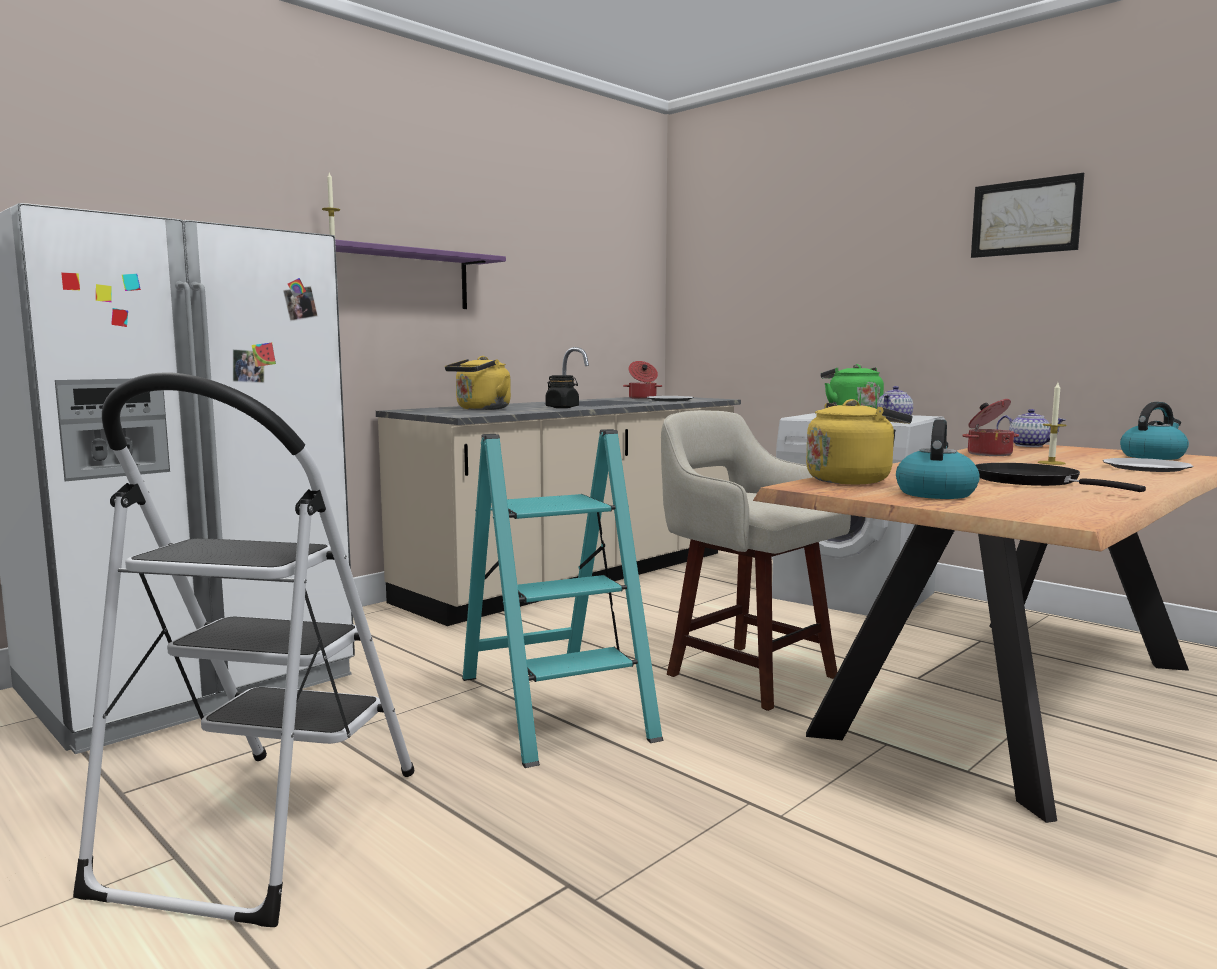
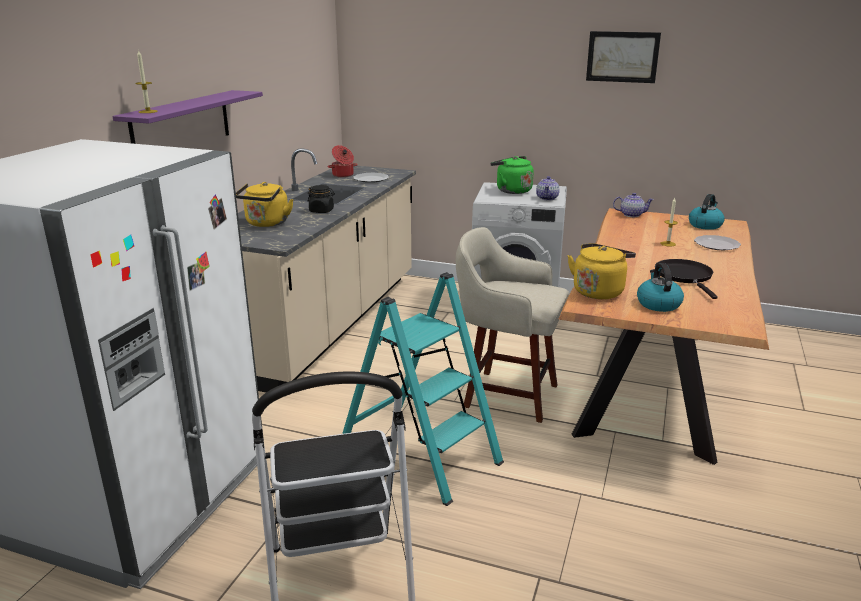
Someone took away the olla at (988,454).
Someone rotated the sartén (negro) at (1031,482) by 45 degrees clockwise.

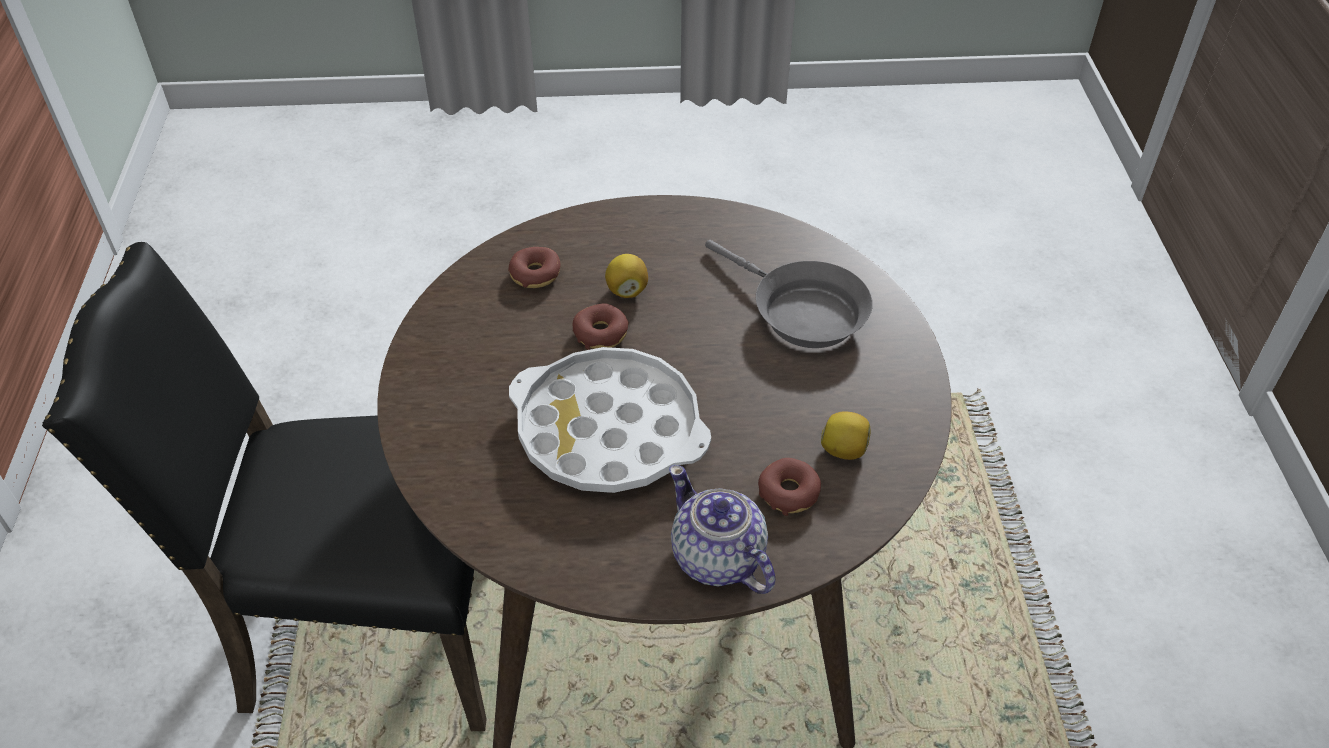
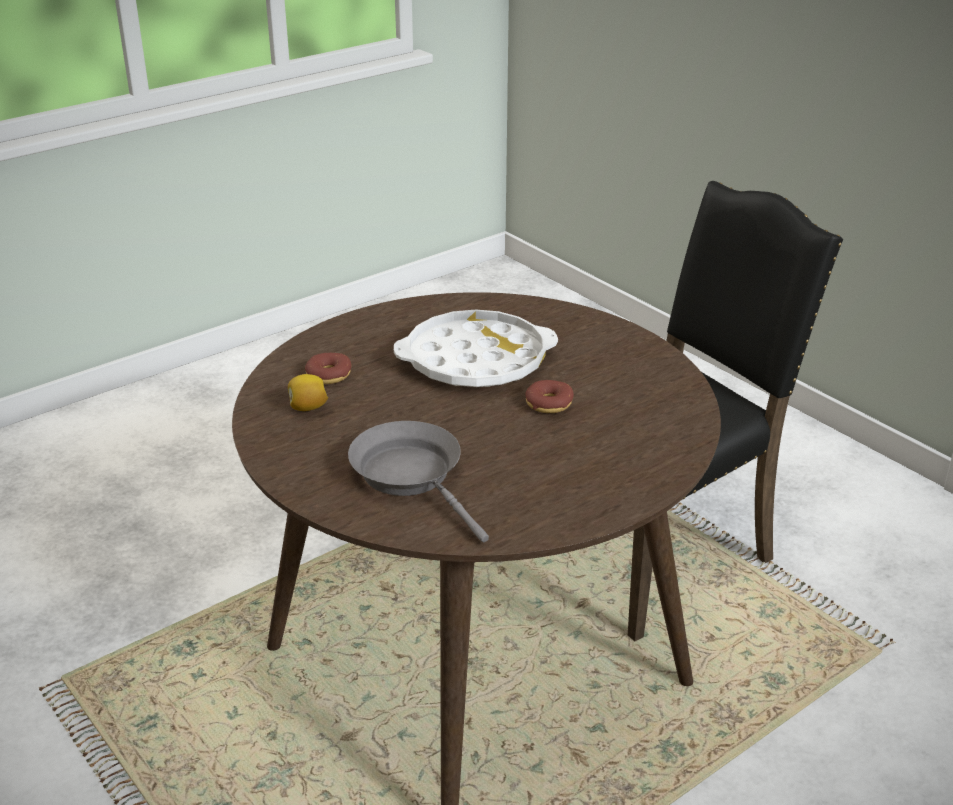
Someone rotated the sartén (gris) at (801,312) by 45 degrees clockwise.
Someone took away the rosquilla at (535,274).
Someone took away the limón at (627,290).
Someone took away the tetera at (717,559).

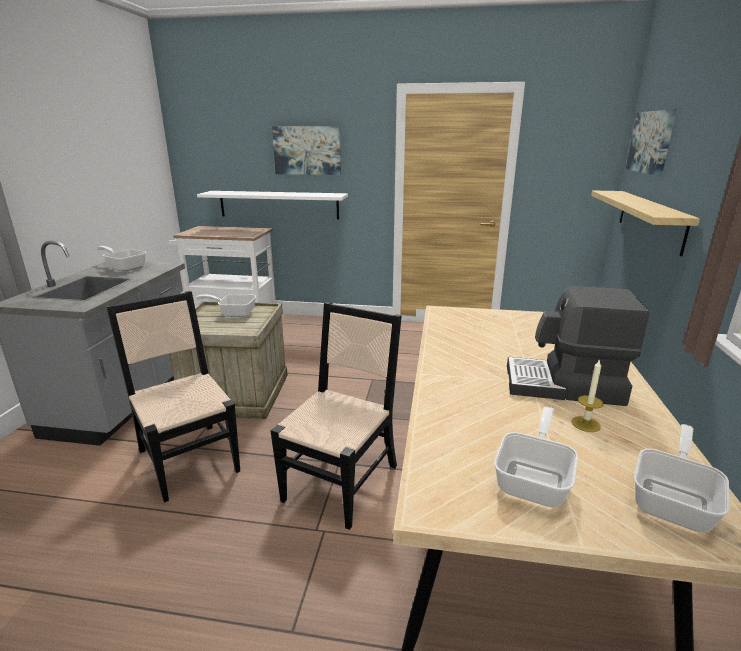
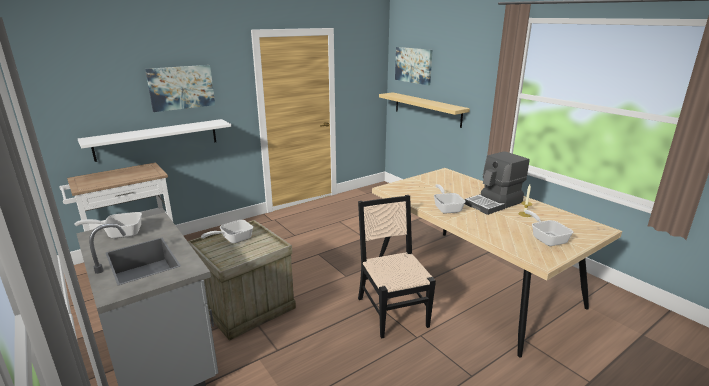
Someone took away the silla at (189,460).
Someone carried the sartén from (674,500) to (447,208).

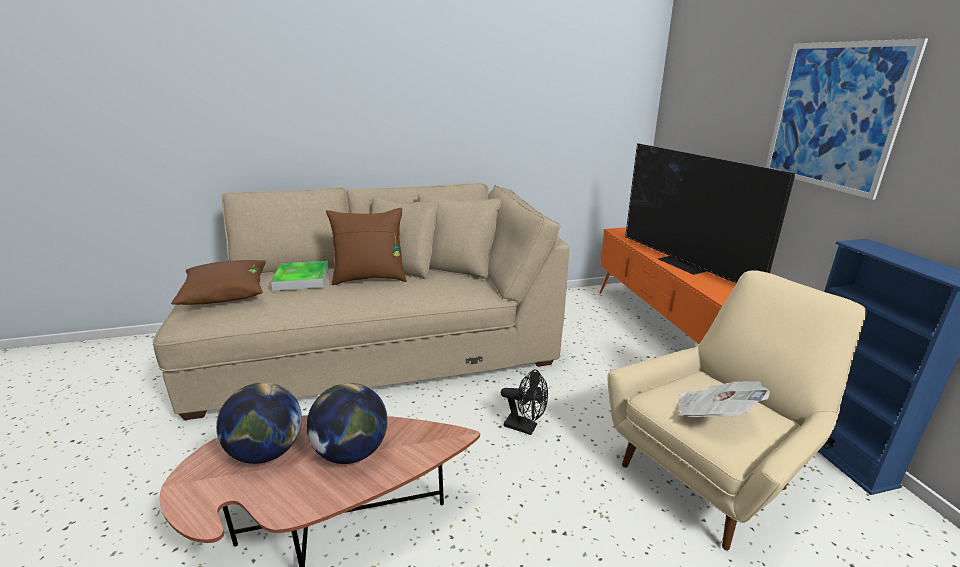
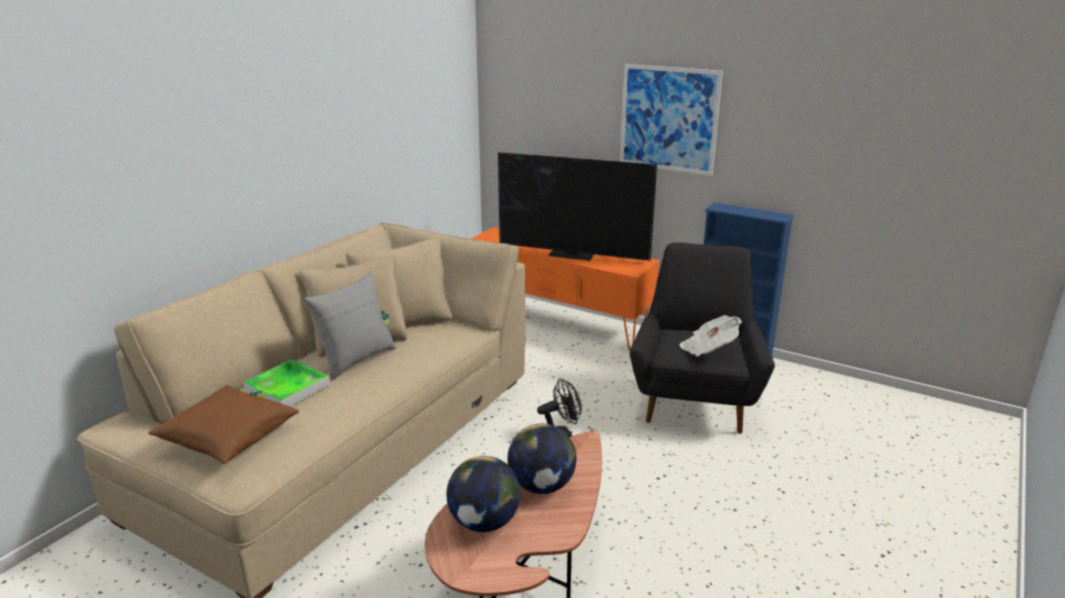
Someone repainted the cojín (marrón) at (370,279), which became the cojín (gris) at (356,360).
Someone repainted the sillón (beis) at (711,475), which became the sillón (negro) at (694,400).

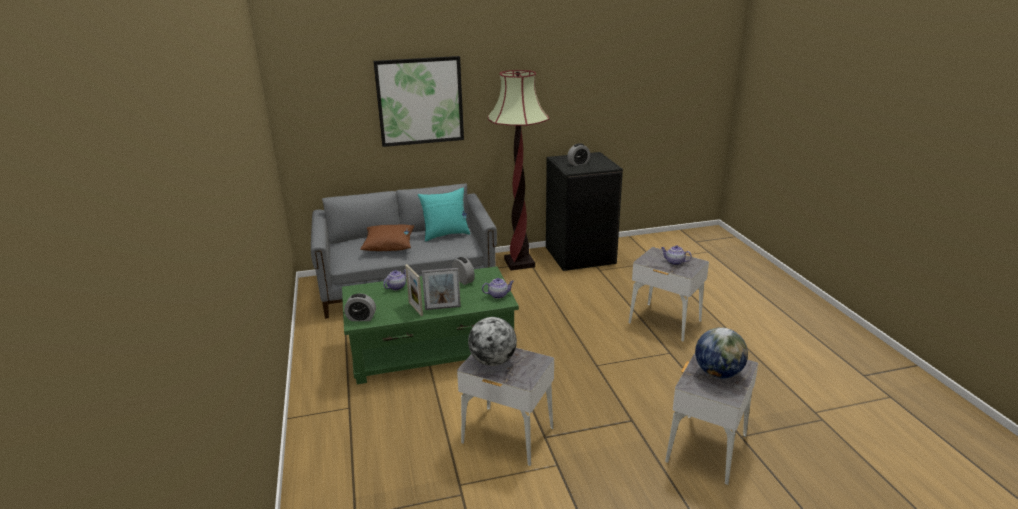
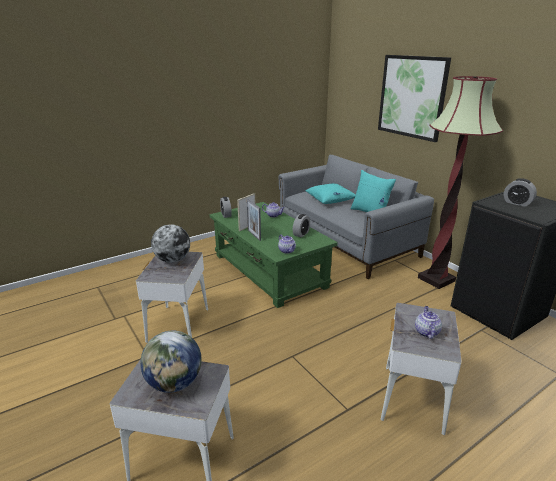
Someone repainted the cojín (marrón) at (389,246), which became the cojín (turquesa) at (330,200).

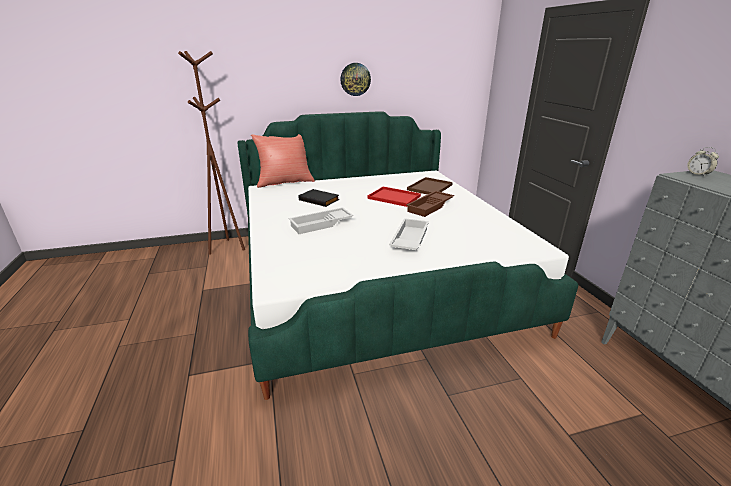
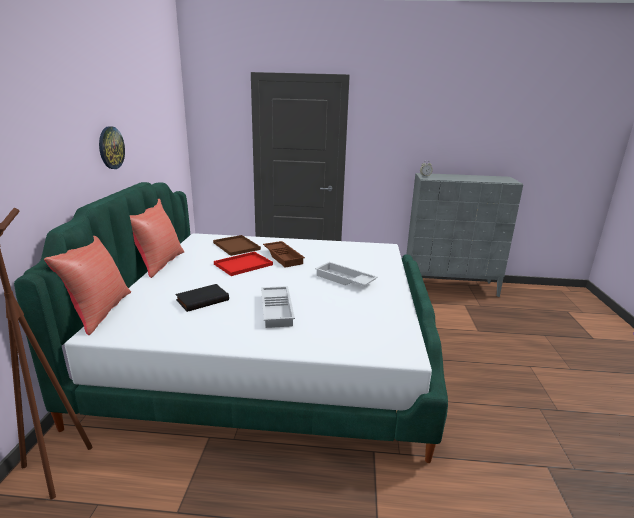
Someone put down the cojín (rojo) at (159,263).

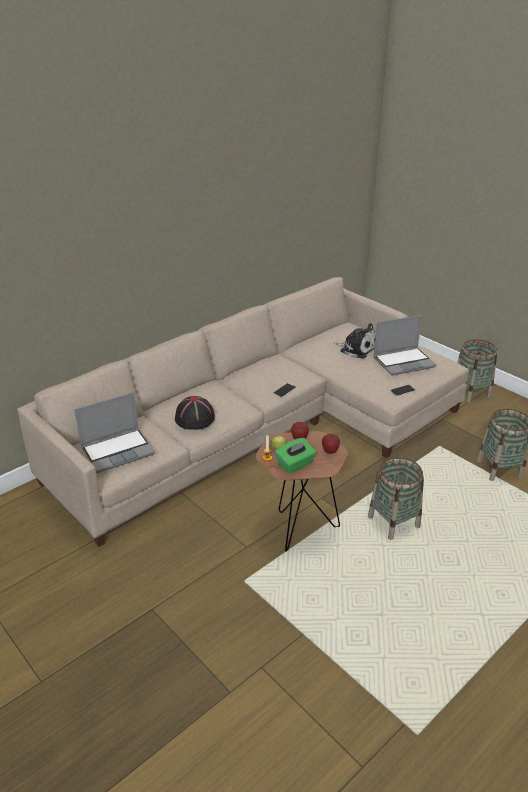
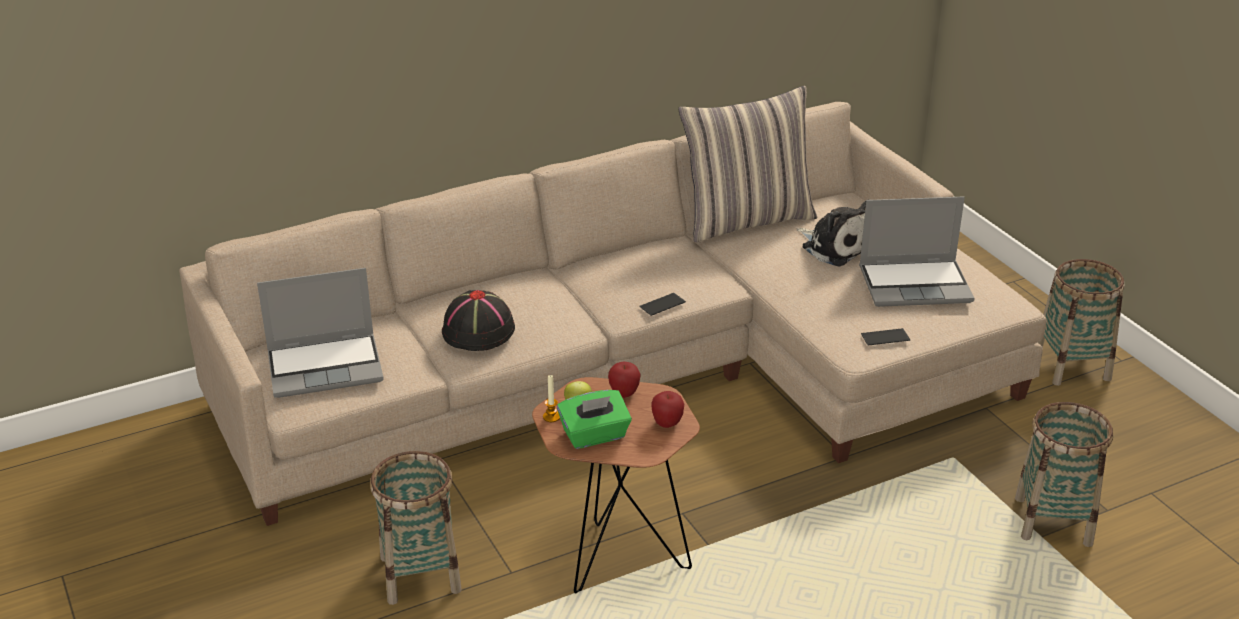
Someone carried the cesta from (393,522) to (420,574).
Someone put down the cojín at (747,219).

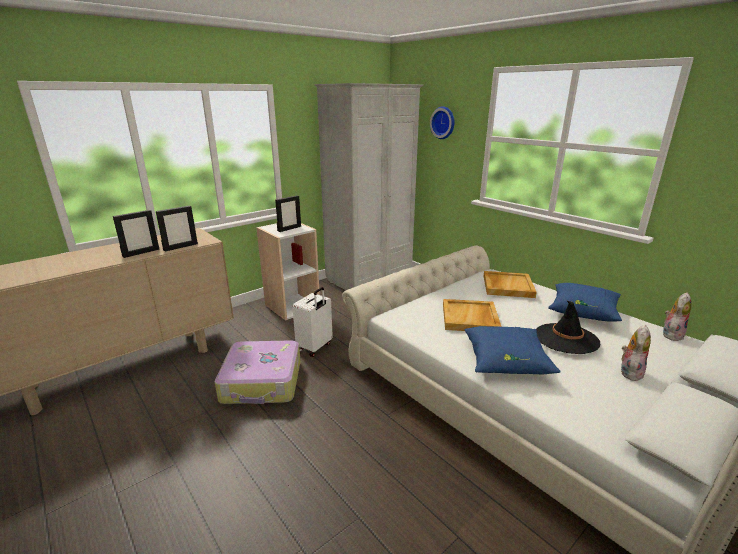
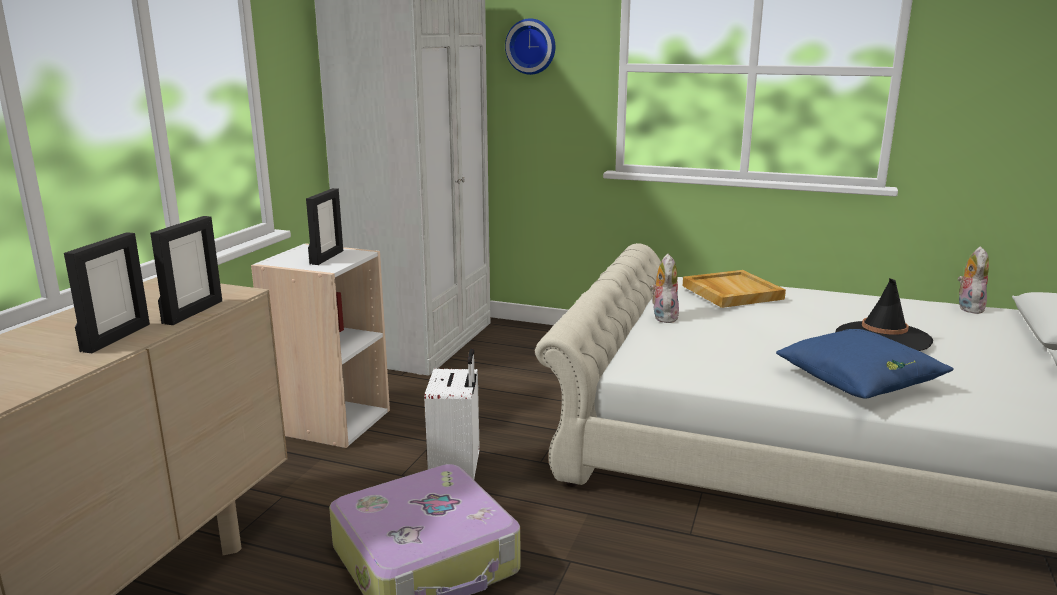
Someone took away the cojín (azul) at (582,312).
Someone took away the bandeja (beis) at (470,318).
Someone carried the peluche from (629,372) to (663,317).

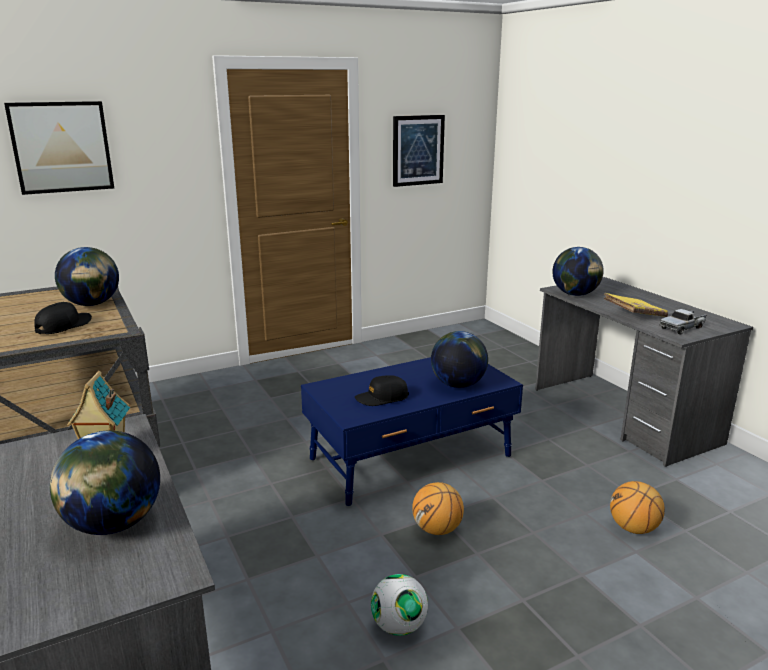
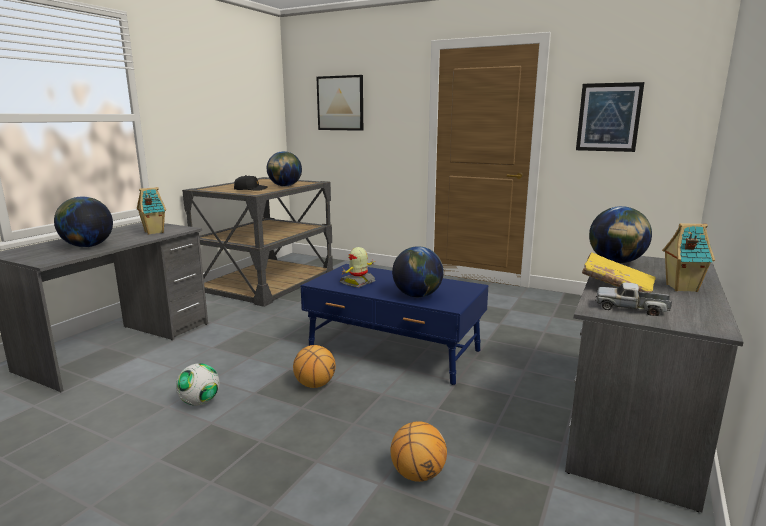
Someone swapped the gorra (negro) at (382,398) for the robot de juguete at (358,282).
Someone put down the casita at (680,288).

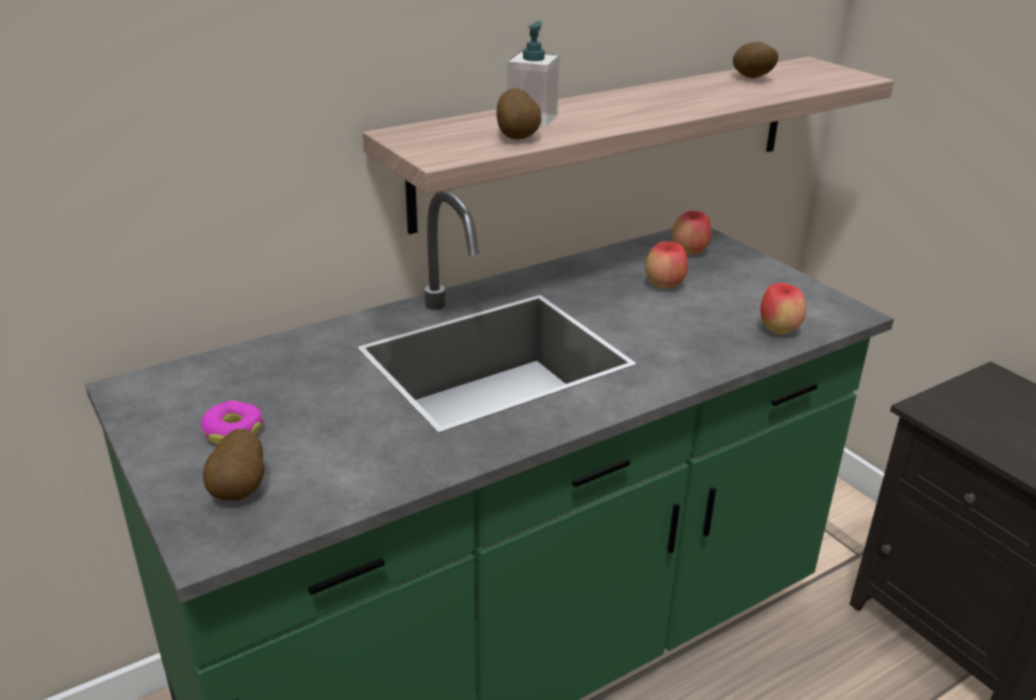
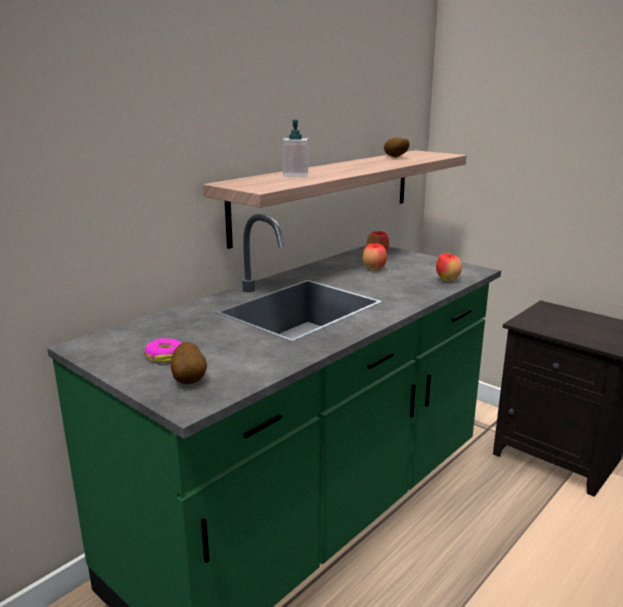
Someone took away the patata at (518,137).

